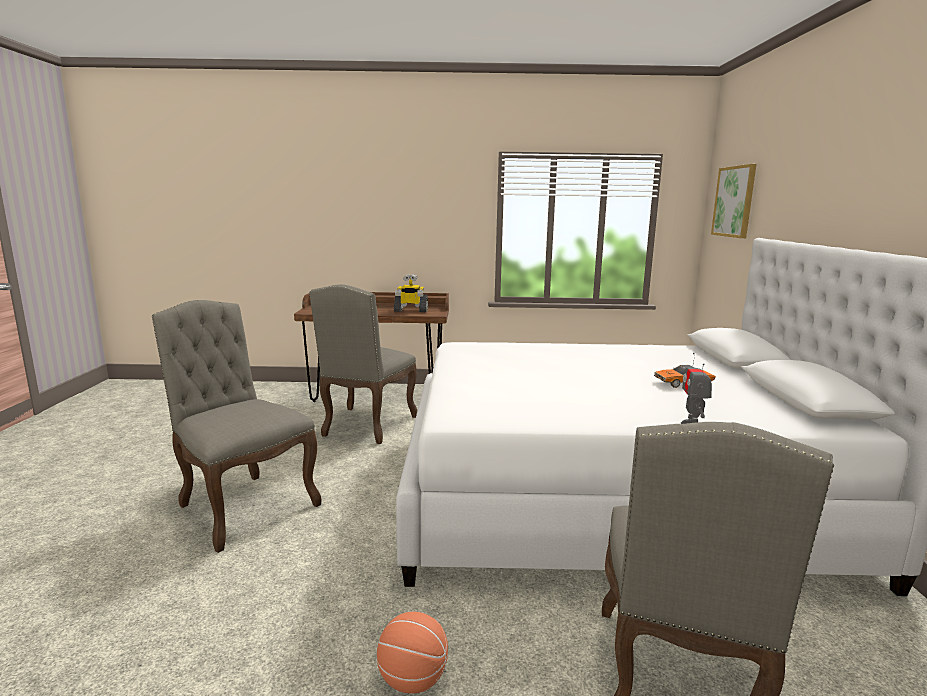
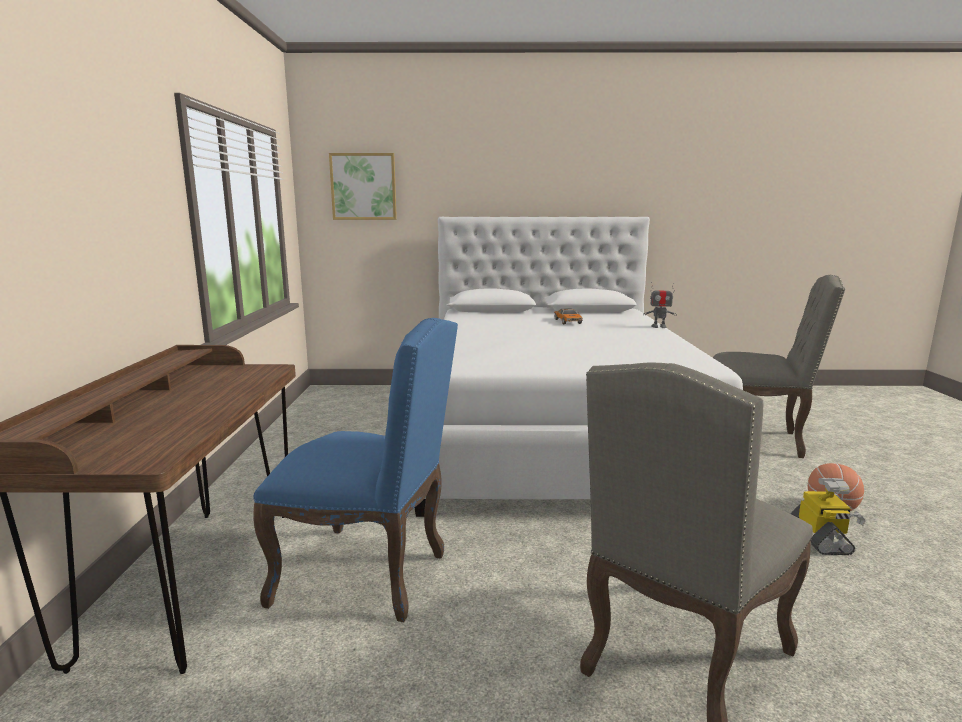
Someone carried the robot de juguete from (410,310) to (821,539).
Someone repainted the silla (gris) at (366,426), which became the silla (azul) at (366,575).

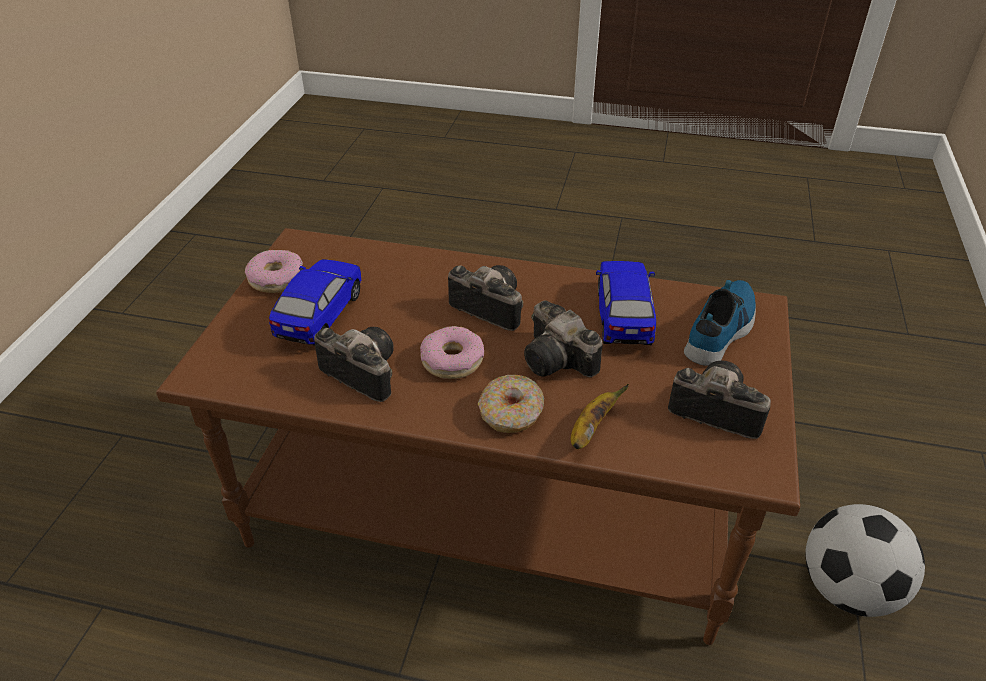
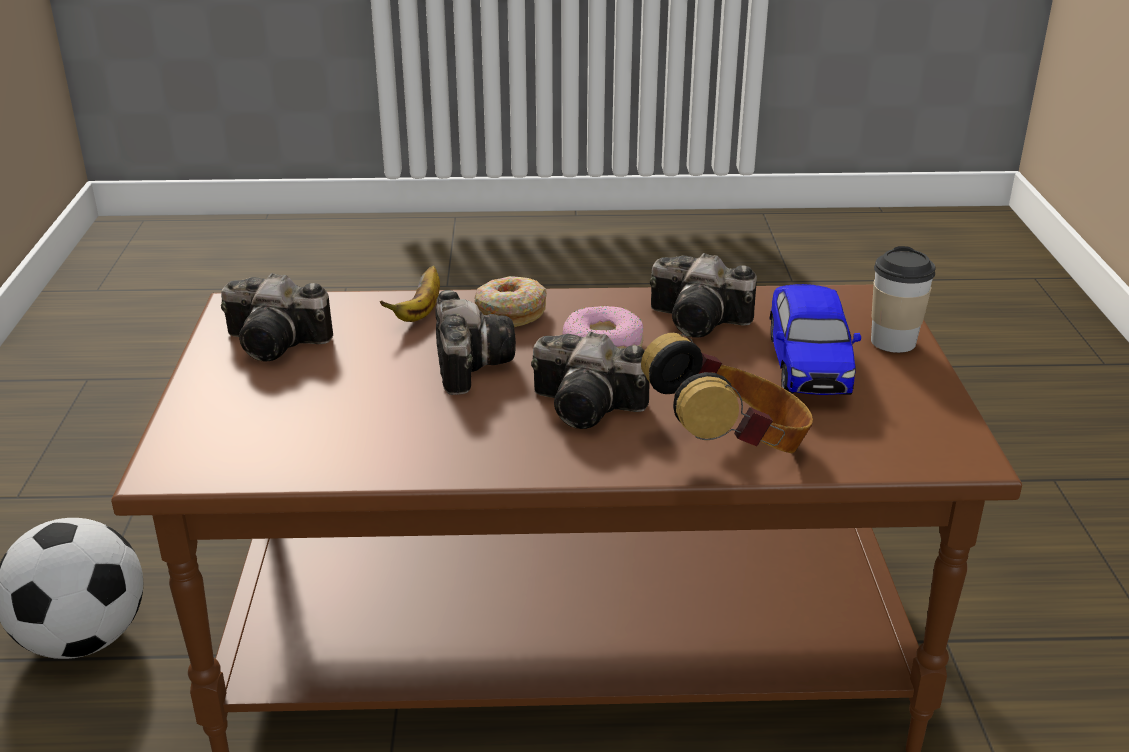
Someone took away the rosquilla at (276,279).
Someone took away the coche de juguete at (623,316).
Someone took away the zapato at (722,329).
Someone rotated the cámara at (560,361) by 45 degrees clockwise.
Someone put down the taza at (893,342).
Someone put down the auriculares at (730,448).

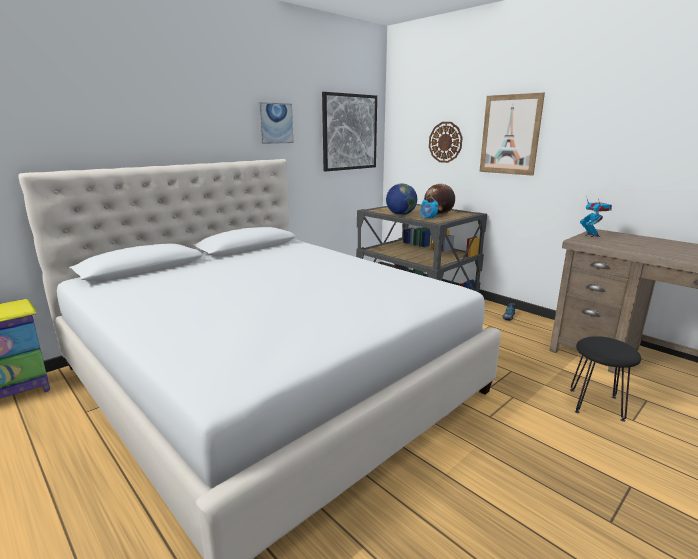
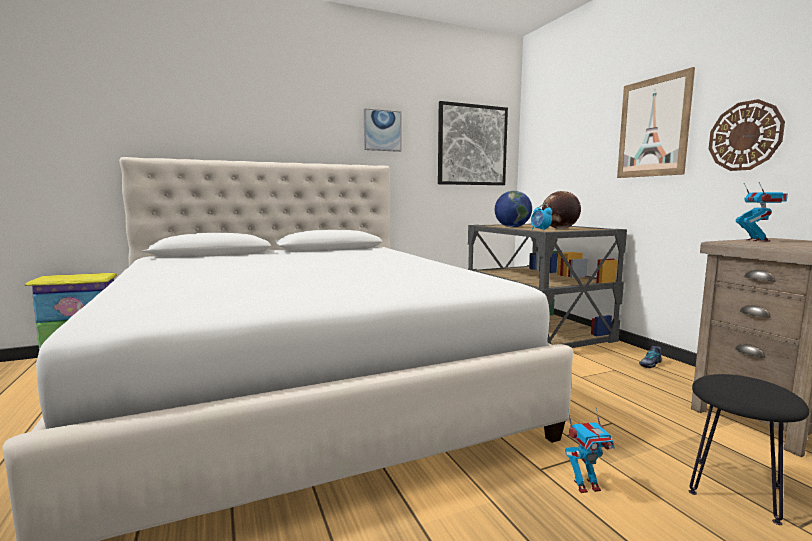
Someone carried the reloj de pared from (445,142) to (745,136).
Someone put down the robot de juguete at (586,486).

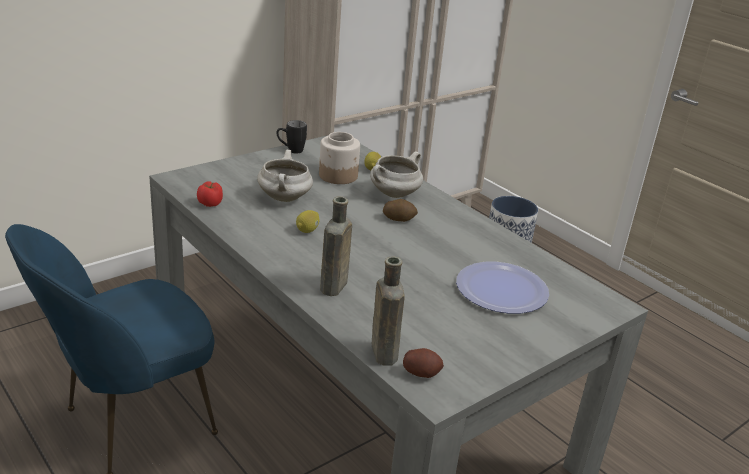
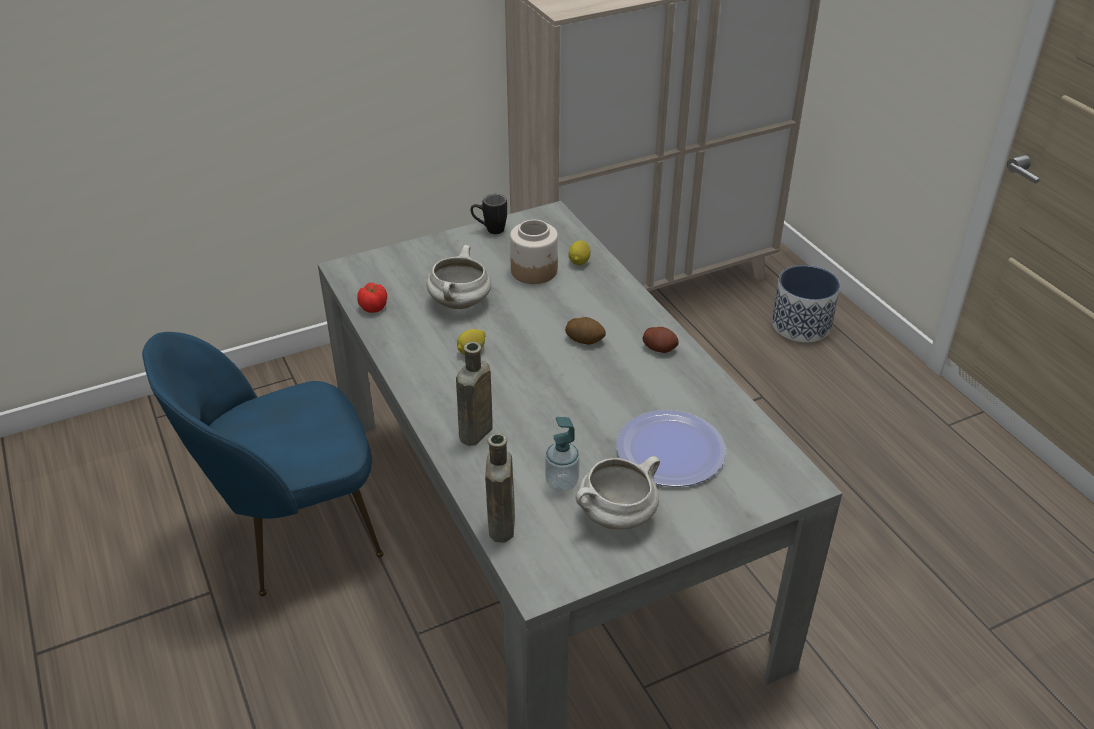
Someone carried the olla (blanco) from (394,194) to (616,517).
Someone carried the patata from (421,372) to (659,348).
Someone put down the dispensador de jabón at (562,483).

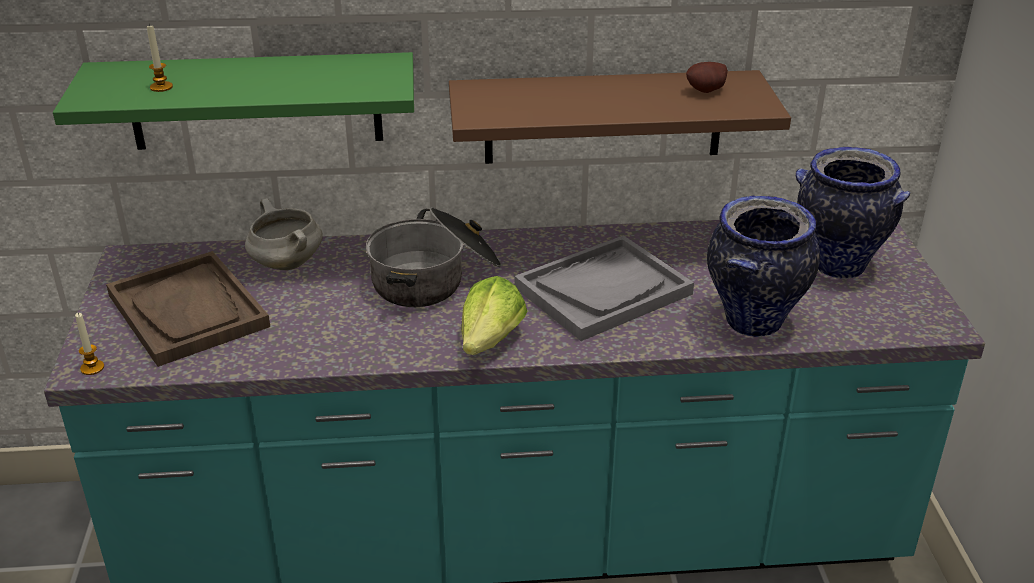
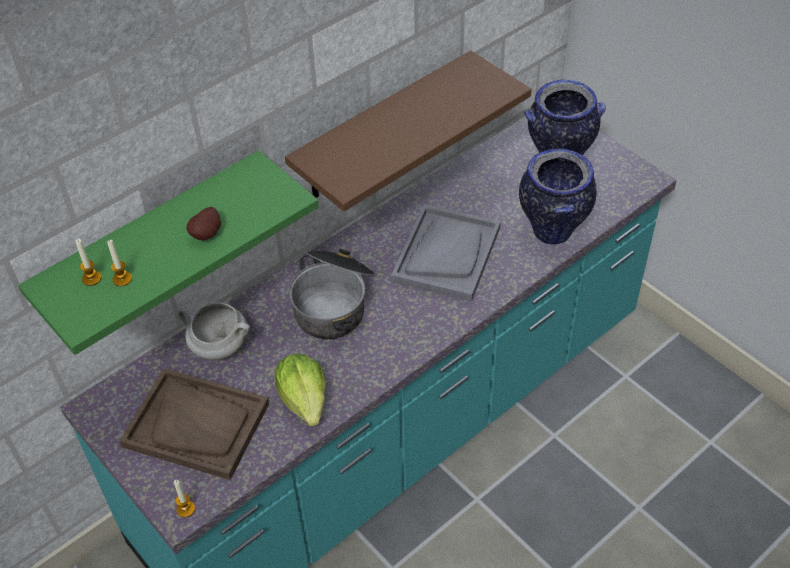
Someone carried the patata from (707,92) to (208,234).
Someone carried the lechuga from (491,340) to (305,400).
Someone put down the vela at (91,278).

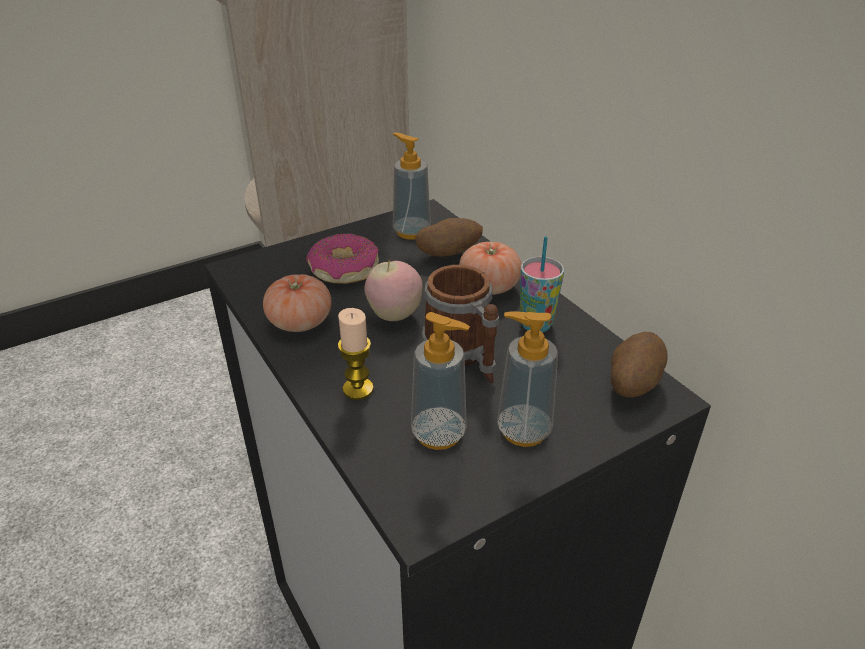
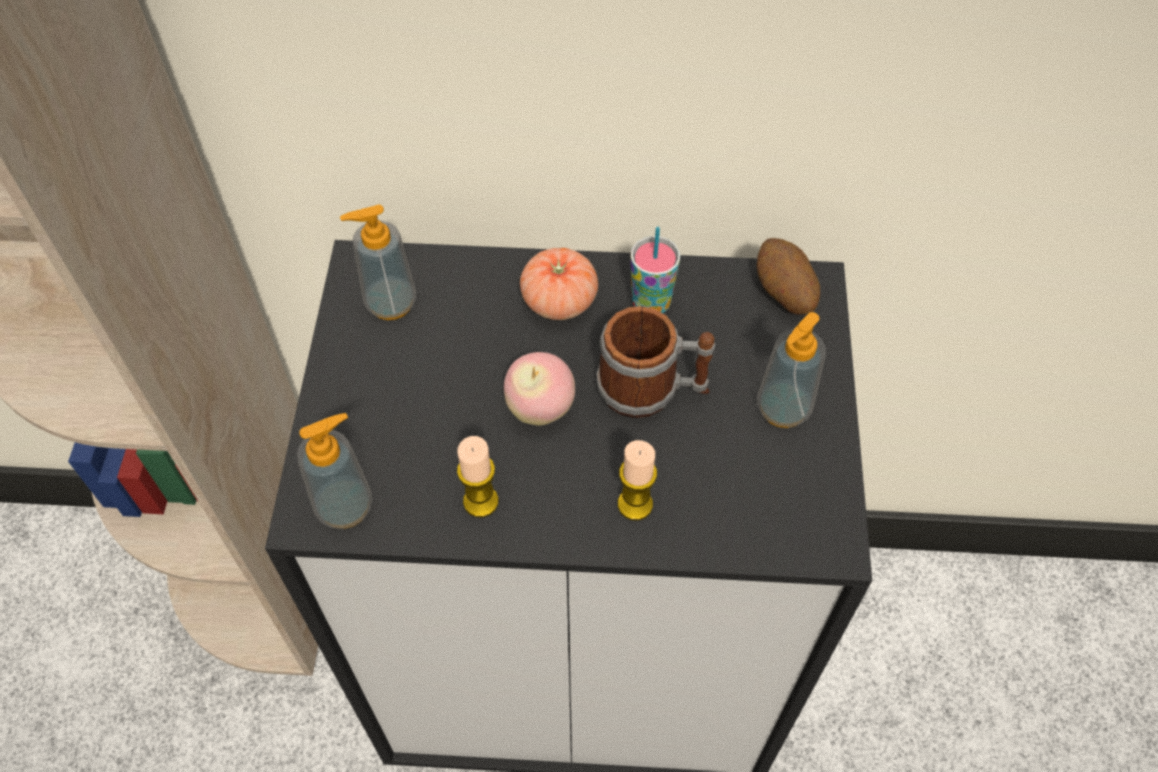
Someone took away the patata at (448,254).
Someone took away the rosquilla at (344,270).
Someone swapped the tomate at (300,322) for the vela at (481,501).
Someone carried the dispensador de jabón from (438,433) to (345,507).

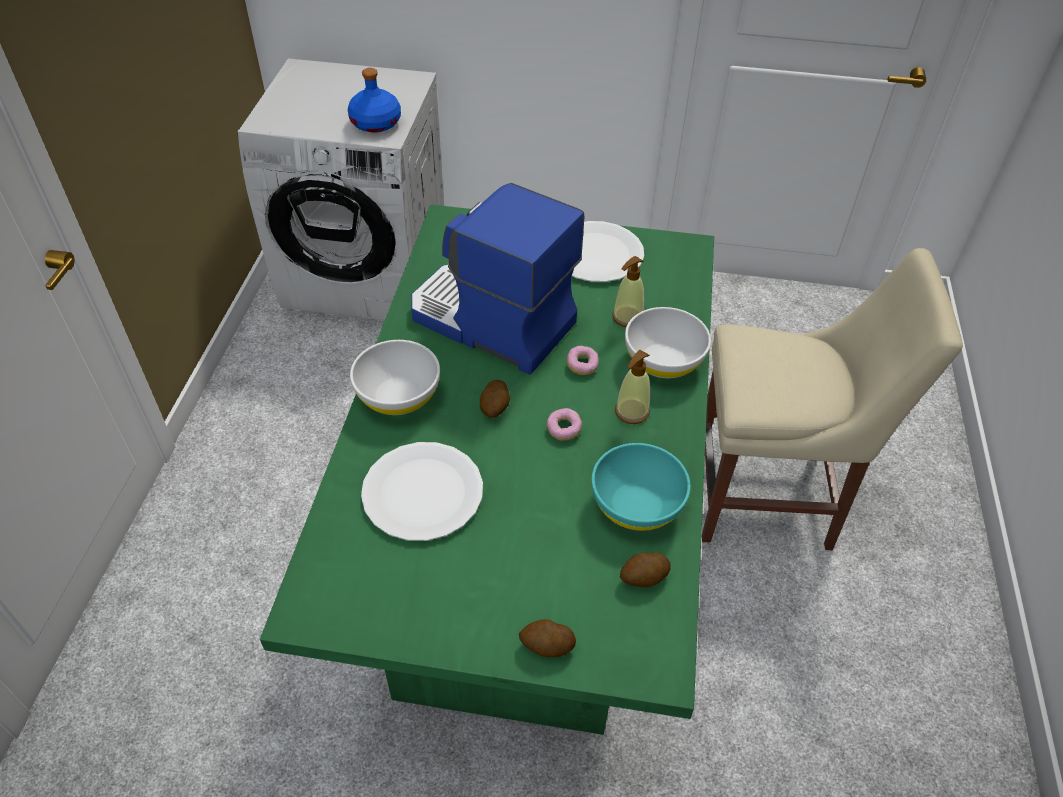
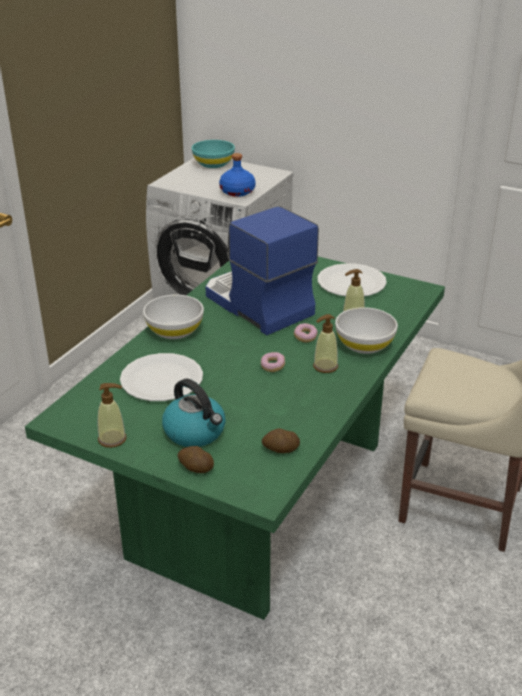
Someone took away the patata at (495,408).
Someone carried the cuenco (turquesa) from (636,505) to (213,164).
Someone put down the hervidor at (195,432).
Someone put down the dispensador de jabón at (112,439).

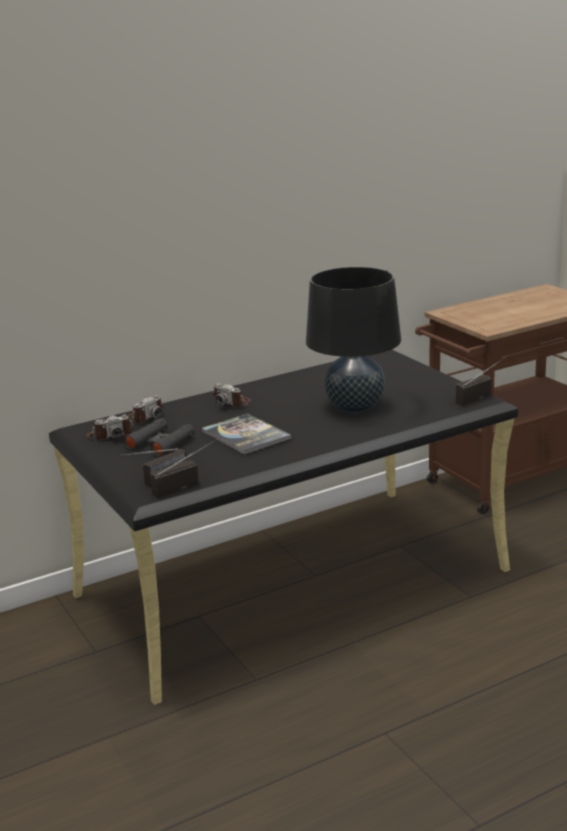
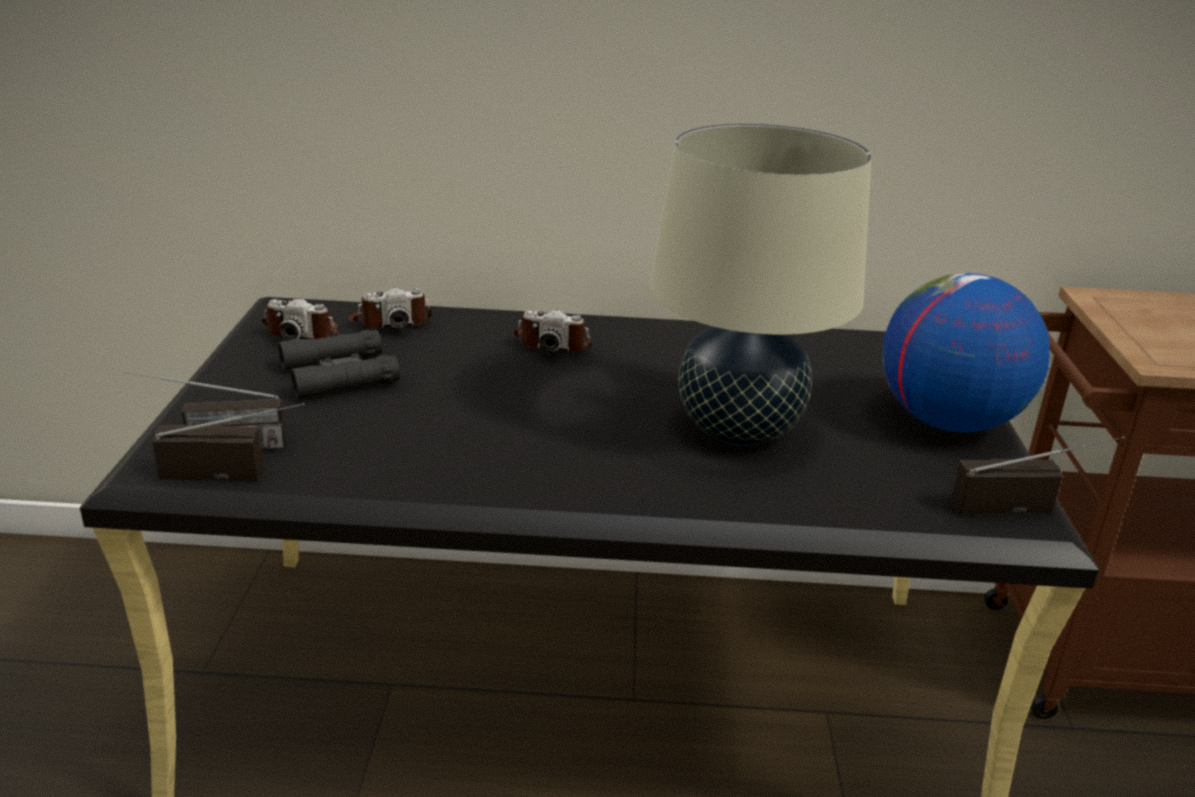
Someone repainted the lámpara de mesa (negro) at (354,407), which became the lámpara de mesa (beis) at (738,430).
Someone rotated the cámara at (232,402) by 60 degrees counterclockwise.
Someone took away the libro at (246,435).
Someone put down the globo terráqueo at (947,422).

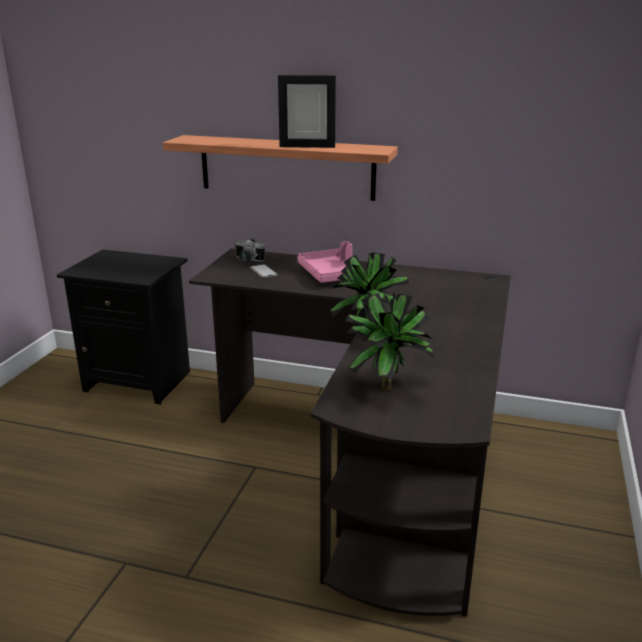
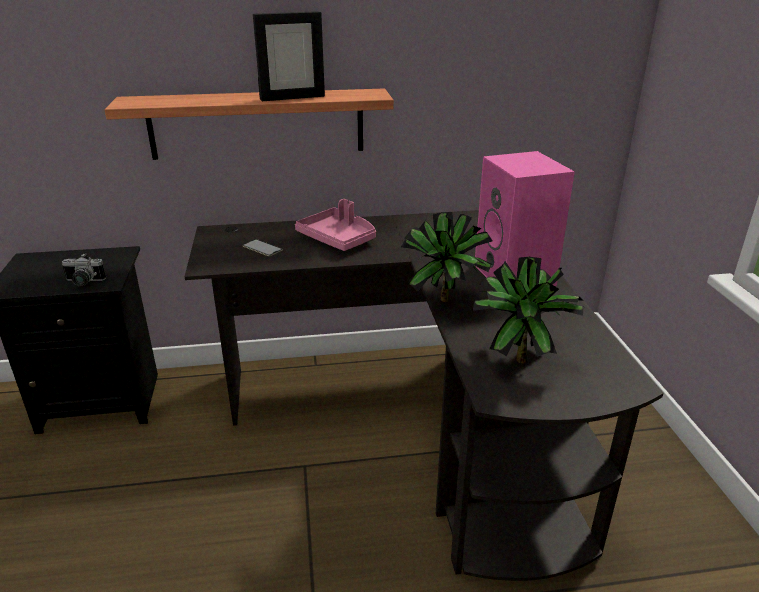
Someone carried the cámara from (247,260) to (83,282).
Someone put down the altavoz (rosa) at (516,276).

